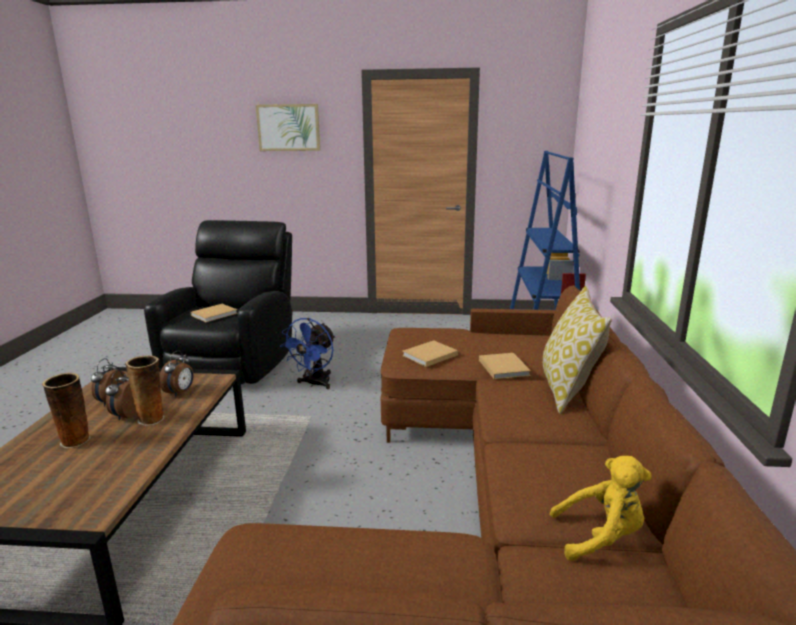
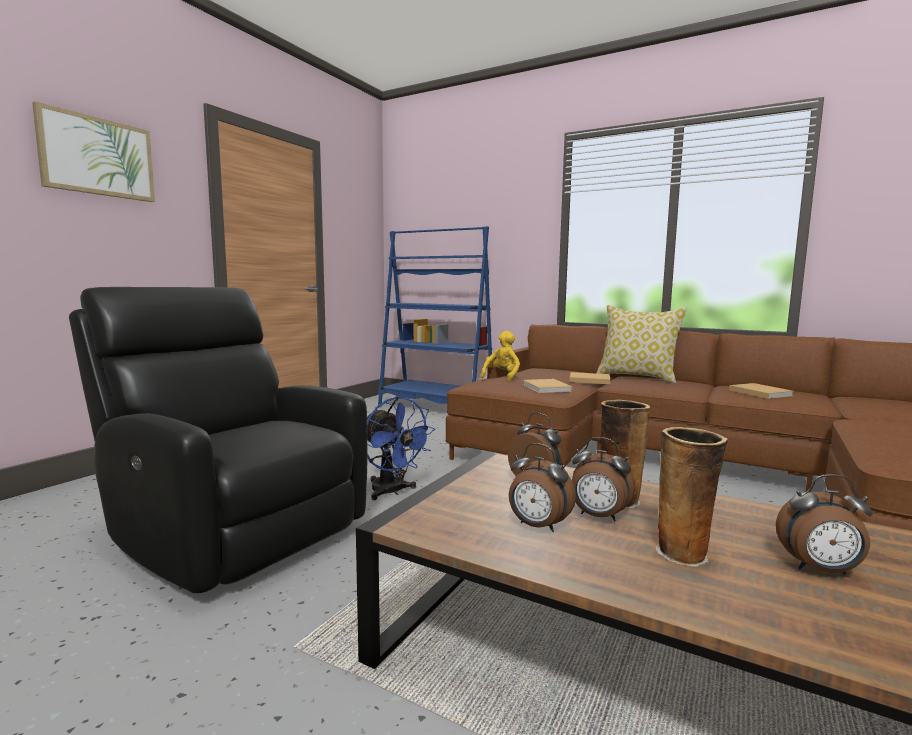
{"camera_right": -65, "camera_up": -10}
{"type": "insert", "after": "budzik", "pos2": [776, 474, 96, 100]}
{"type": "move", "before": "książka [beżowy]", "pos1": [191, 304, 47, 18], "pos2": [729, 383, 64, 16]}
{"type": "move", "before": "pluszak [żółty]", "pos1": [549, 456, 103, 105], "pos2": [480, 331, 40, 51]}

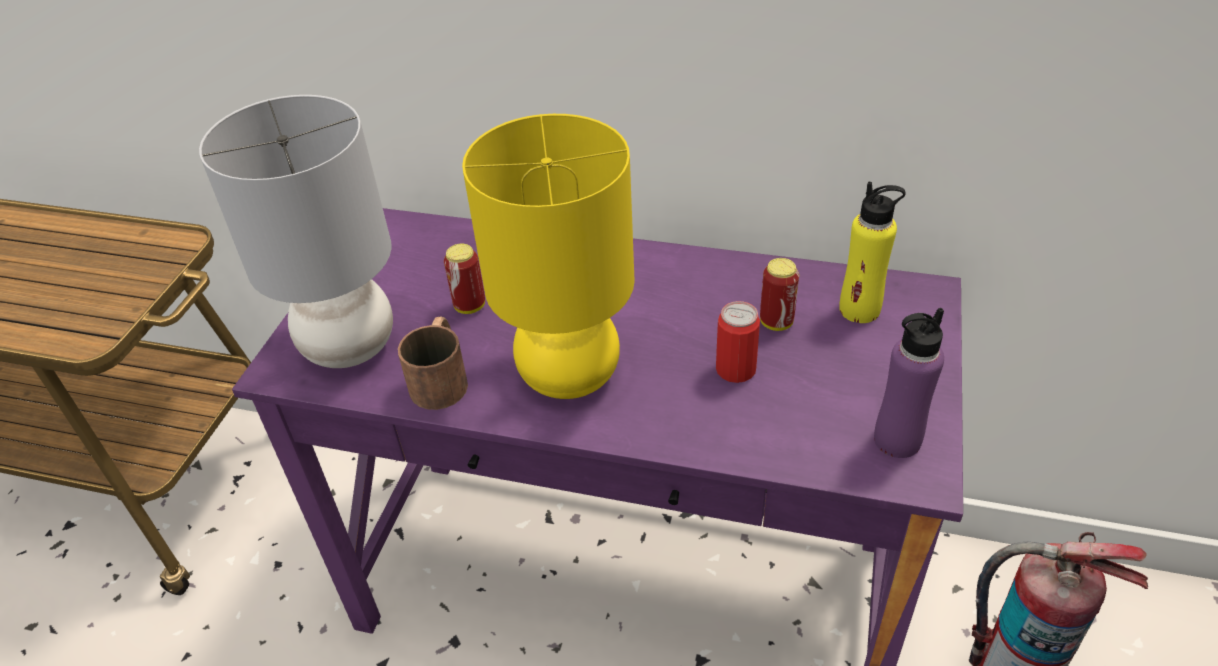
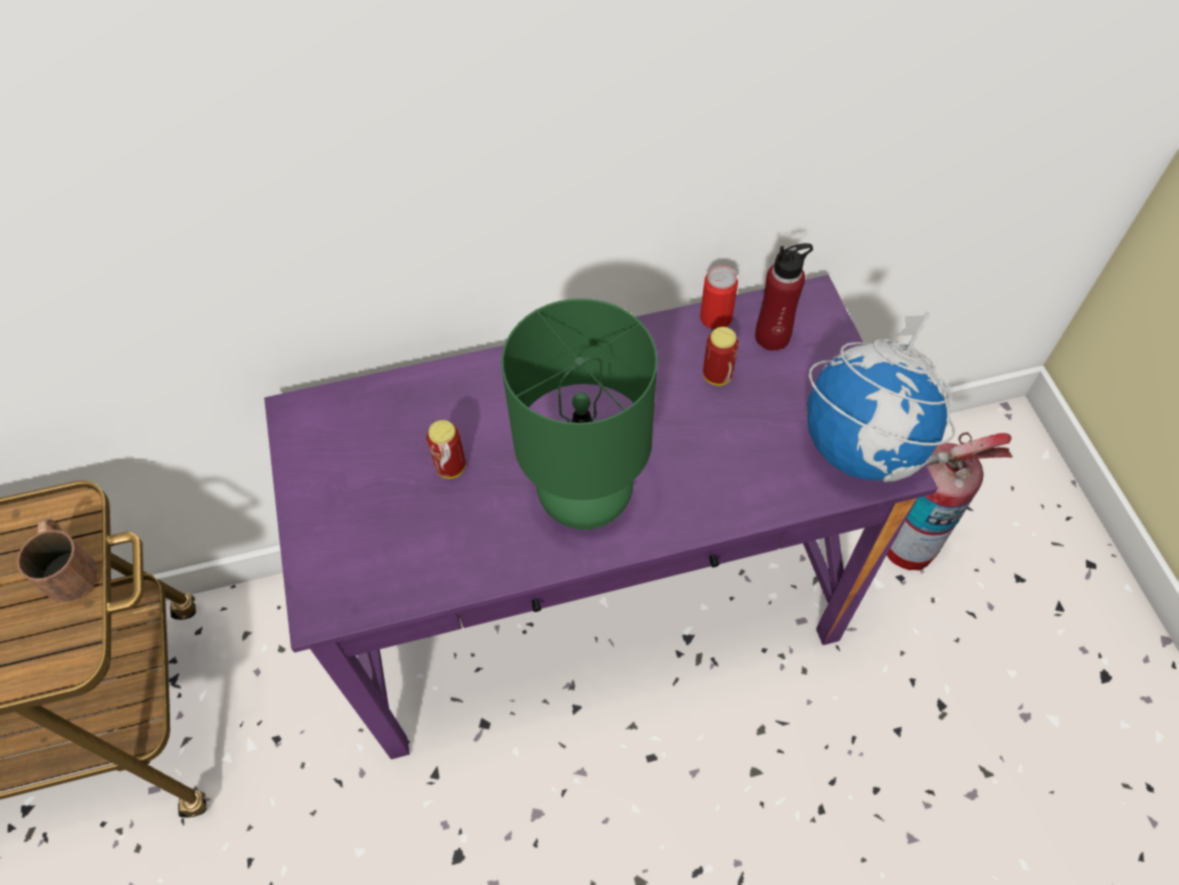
{"camera_right": -30, "camera_up": 15}
{"type": "delete", "before": "lampa stołowa [szary]", "pos1": [199, 95, 194, 273]}
{"type": "move", "before": "kubek [brązowy]", "pos1": [398, 316, 70, 94], "pos2": [17, 519, 81, 83]}
{"type": "move", "before": "puszka", "pos1": [716, 301, 44, 82], "pos2": [700, 265, 38, 64]}
{"type": "replace", "before": "butelka [fioletowy]", "after": "globus", "pos1": [874, 308, 70, 150], "pos2": [807, 311, 148, 171]}
{"type": "recolor", "before": "lampa stołowa [żółty]", "after": "lampa stołowa [zielony]", "pos1": [462, 114, 173, 285], "pos2": [501, 298, 156, 232]}
{"type": "recolor", "before": "butelka [żółty]", "after": "butelka [czerwony]", "pos1": [839, 182, 67, 141], "pos2": [755, 243, 58, 108]}

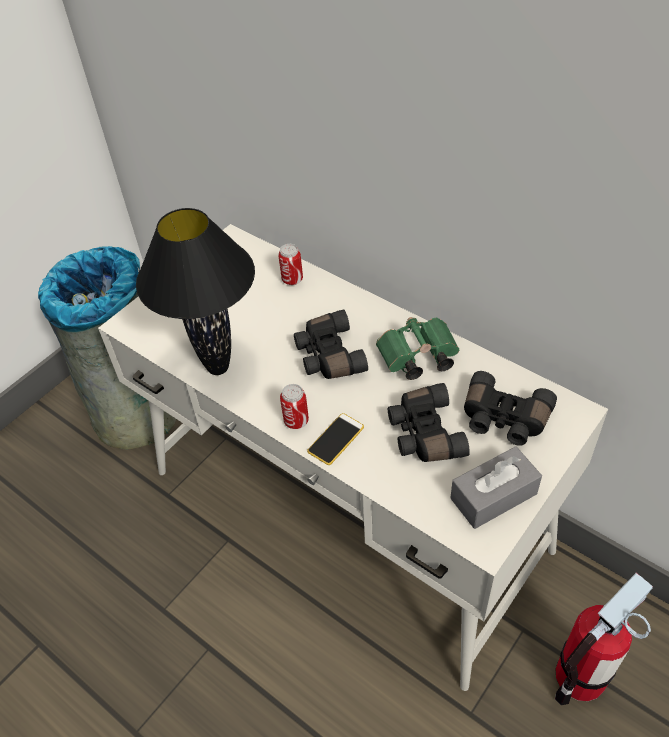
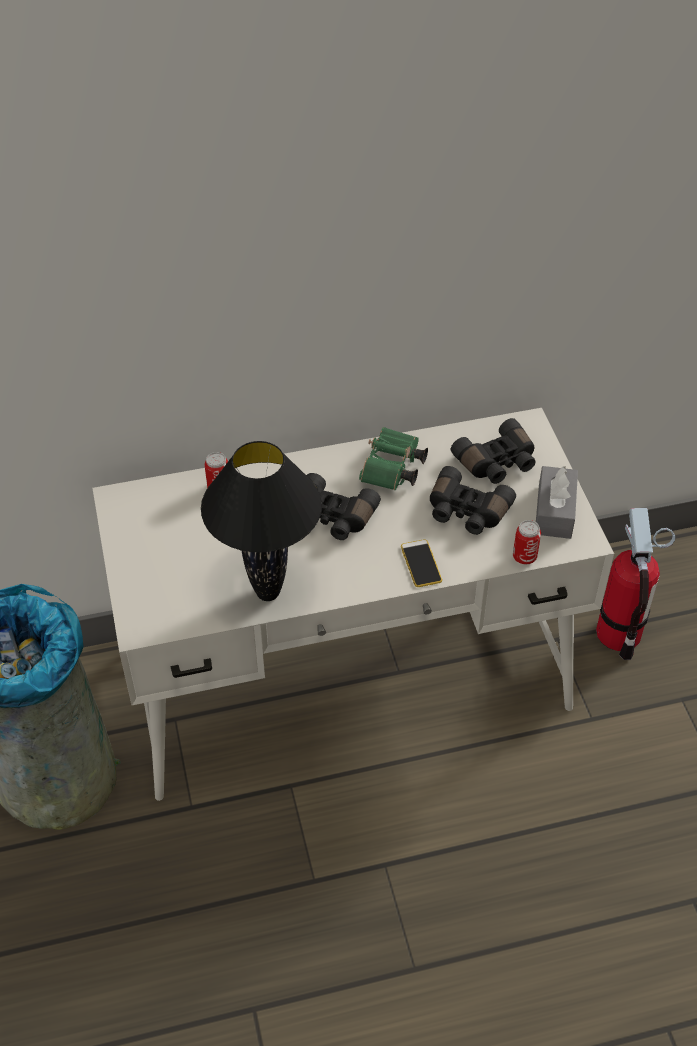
{"camera_right": -55, "camera_up": 0}
{"type": "move", "before": "puszka", "pos1": [280, 384, 29, 45], "pos2": [513, 520, 28, 45]}

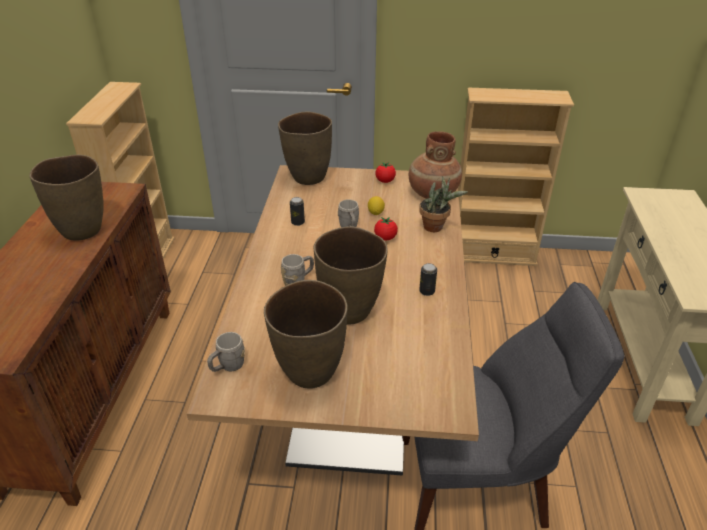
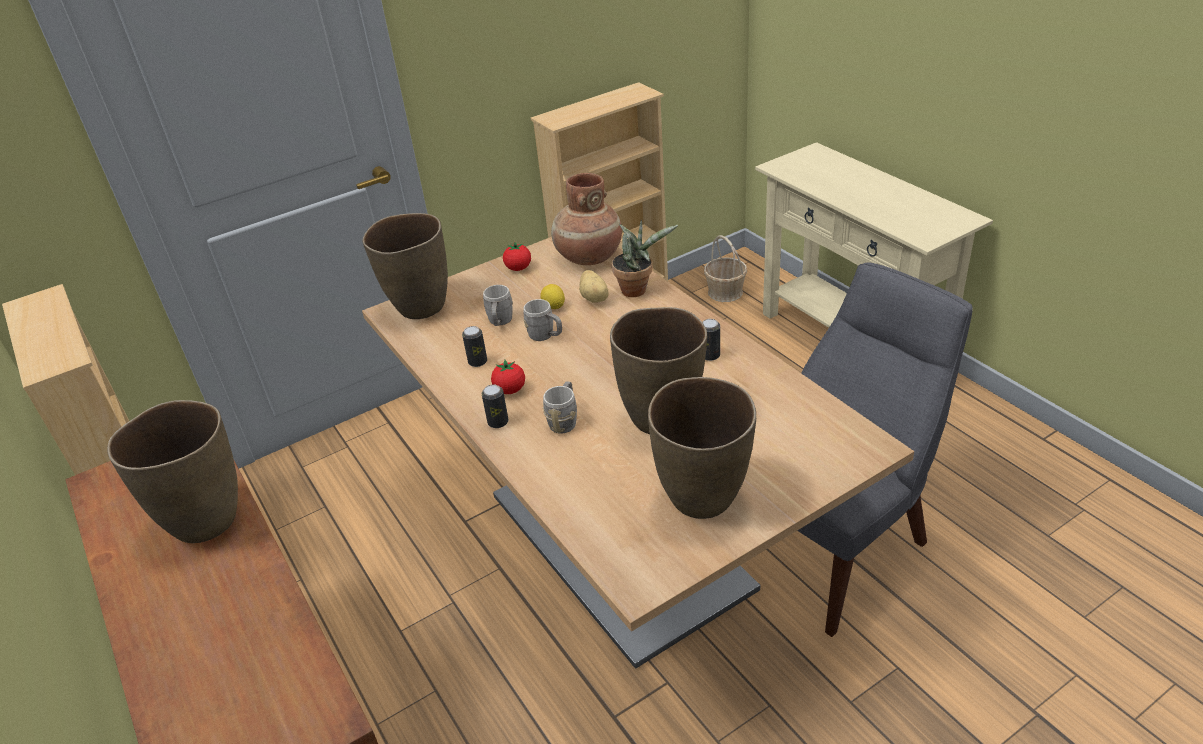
{"camera_right": -35, "camera_up": 0}
{"type": "insert", "after": "puszka", "pos2": [482, 384, 27, 44]}
{"type": "insert", "after": "ziemniak", "pos2": [579, 270, 30, 33]}
{"type": "insert", "after": "koszyk", "pos2": [704, 235, 43, 67]}
{"type": "move", "before": "kubek [szary]", "pos1": [207, 332, 38, 40], "pos2": [483, 285, 30, 41]}
{"type": "move", "before": "pomidor", "pos1": [374, 217, 24, 24], "pos2": [491, 360, 34, 34]}

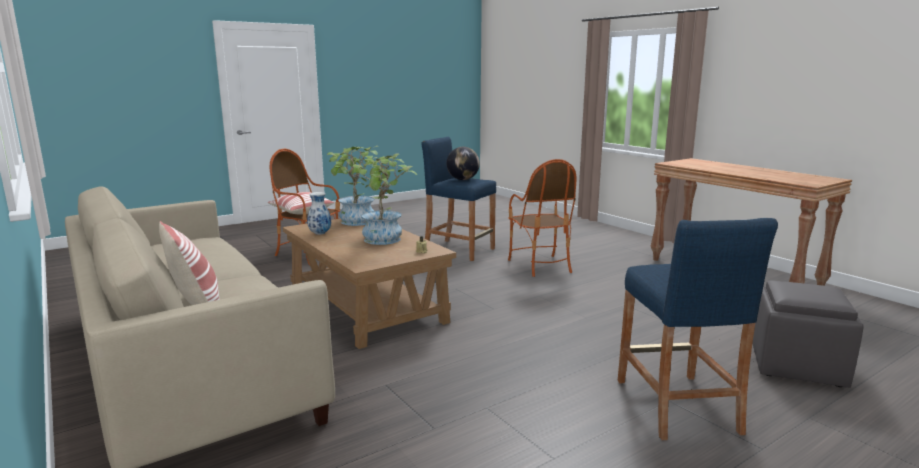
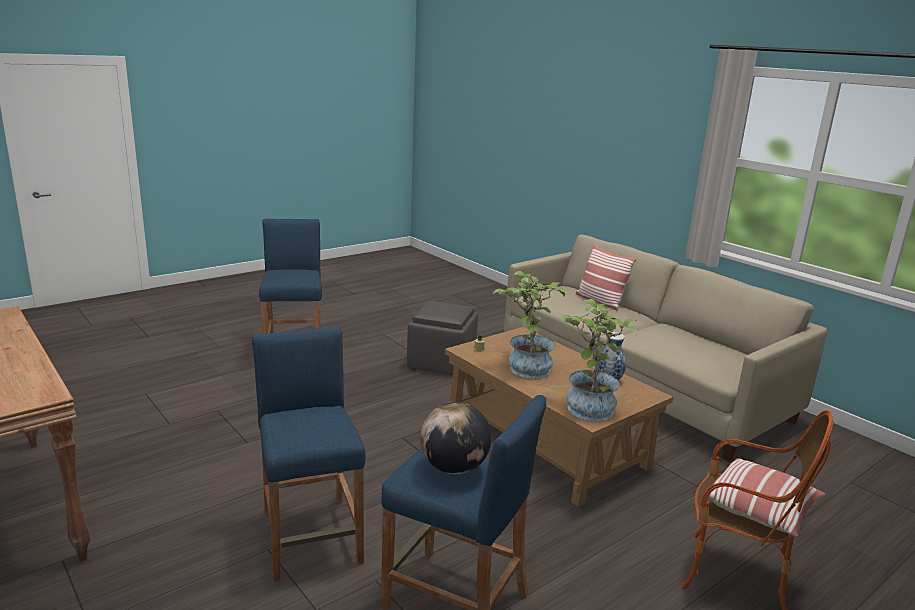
{"camera_right": 175, "camera_up": 5}
{"type": "move", "before": "pufa [szary]", "pos1": [752, 280, 112, 108], "pos2": [407, 301, 71, 75]}
{"type": "replace", "before": "fotel", "after": "stołek [niebieski]", "pos1": [508, 159, 69, 118], "pos2": [252, 327, 114, 255]}

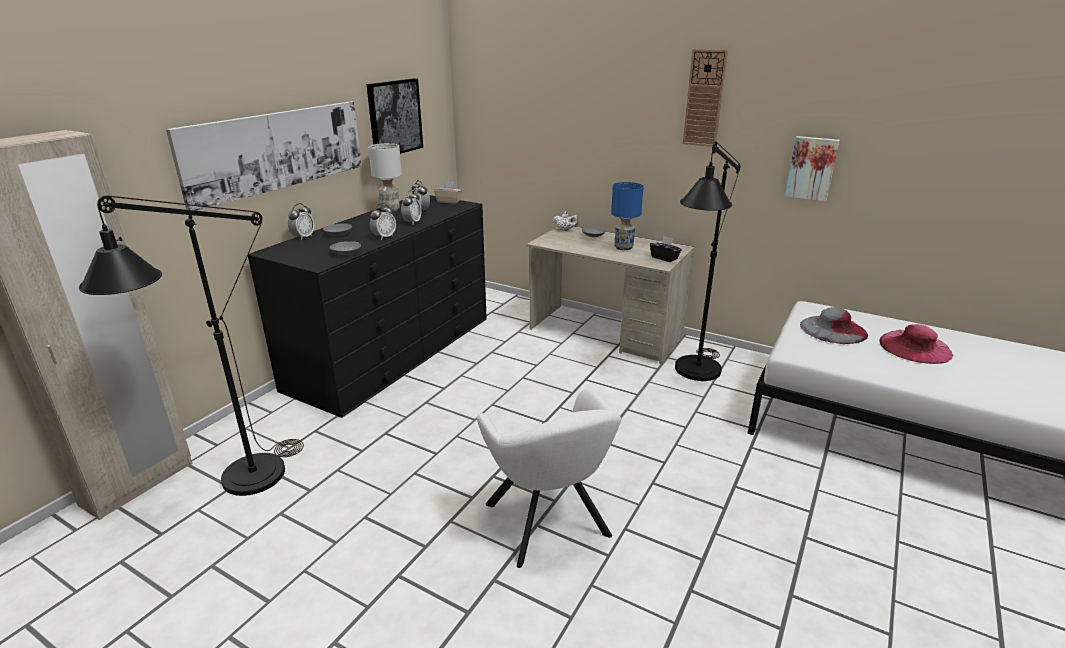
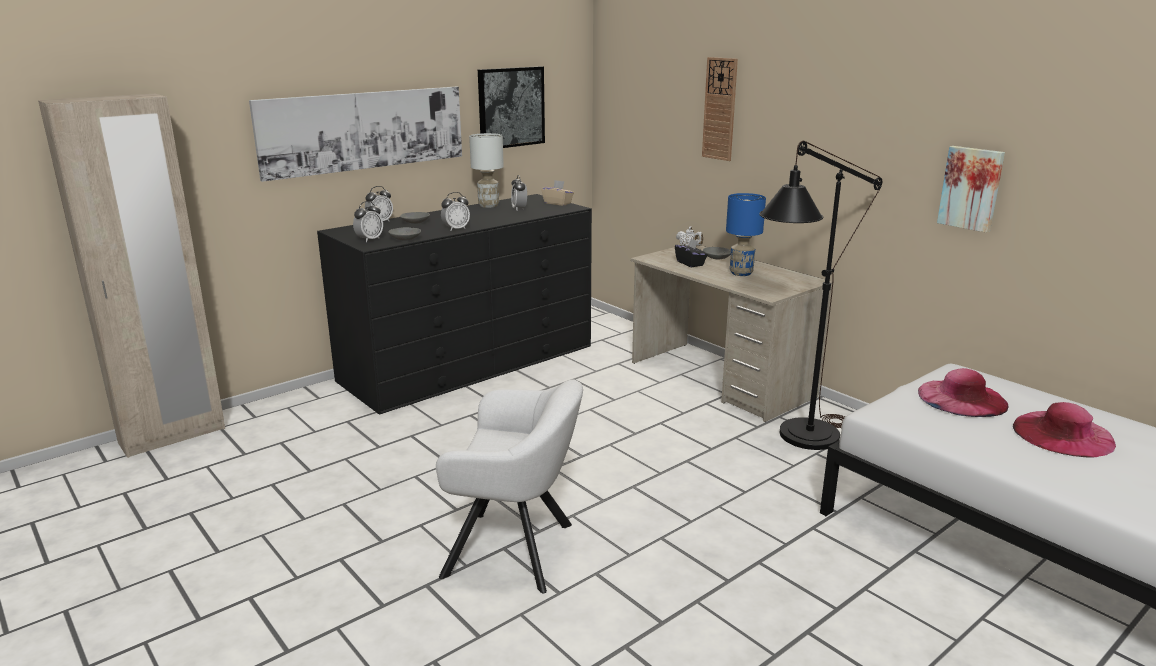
{"camera_right": 20, "camera_up": -5}
{"type": "delete", "before": "lampa stojąca [czarny]", "pos1": [79, 195, 225, 301]}
{"type": "move", "before": "budzik", "pos1": [401, 190, 20, 34], "pos2": [353, 201, 30, 41]}
{"type": "move", "before": "pudełko chusteczek [czarny]", "pos1": [650, 236, 32, 26], "pos2": [675, 238, 32, 29]}
{"type": "move", "before": "zegar ścienny", "pos1": [683, 49, 45, 98], "pos2": [702, 57, 36, 104]}
{"type": "recolor", "before": "kapelusz [szary]", "after": "kapelusz [różowy]", "pos1": [800, 307, 68, 37], "pos2": [918, 368, 91, 49]}
{"type": "rotate", "before": "fotel [biały]", "pos1": [477, 388, 144, 180], "pos2": [436, 379, 147, 214], "turn": -75}

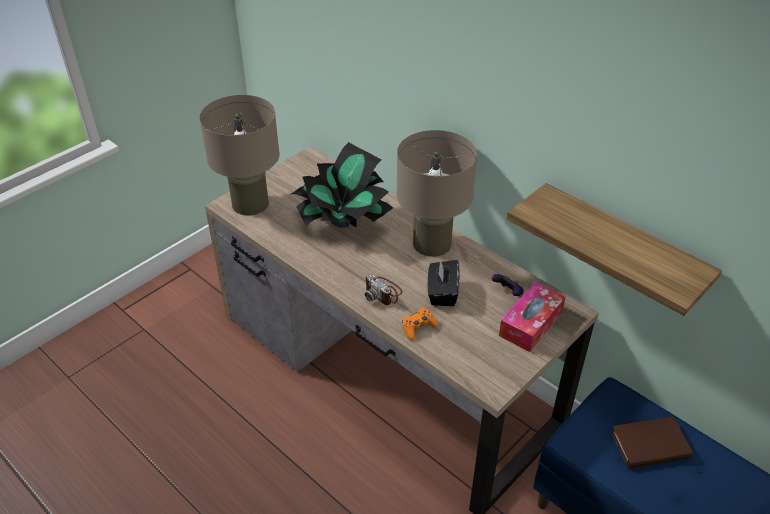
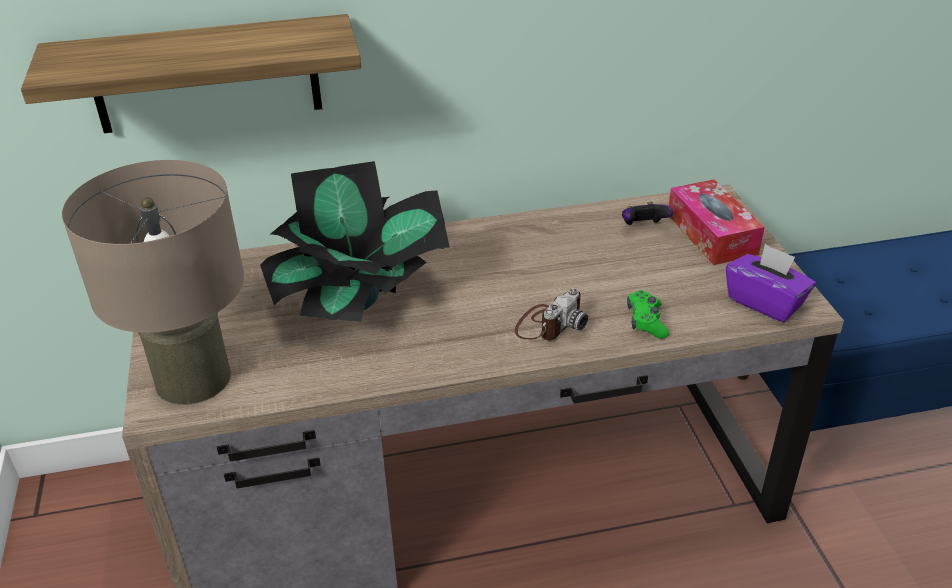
{"camera_right": -55, "camera_up": -5}
{"type": "delete", "before": "lampa stołowa [beżowy]", "pos1": [396, 130, 81, 127]}
{"type": "delete", "before": "pudełko chusteczek [czarny]", "pos1": [428, 259, 31, 47]}
{"type": "delete", "before": "książka [brązowy]", "pos1": [611, 416, 82, 53]}
{"type": "insert", "after": "pudełko chusteczek [fioletowy]", "pos2": [726, 244, 90, 78]}
{"type": "move", "before": "półka", "pos1": [507, 183, 215, 133], "pos2": [21, 14, 340, 119]}
{"type": "recolor", "before": "pad do gier [pomarańczowy]", "after": "pad do gier [zielony]", "pos1": [402, 308, 36, 32], "pos2": [627, 290, 42, 49]}
{"type": "rotate", "before": "aparat fotograficzny", "pos1": [365, 274, 37, 31], "pos2": [515, 288, 73, 53], "turn": -45}

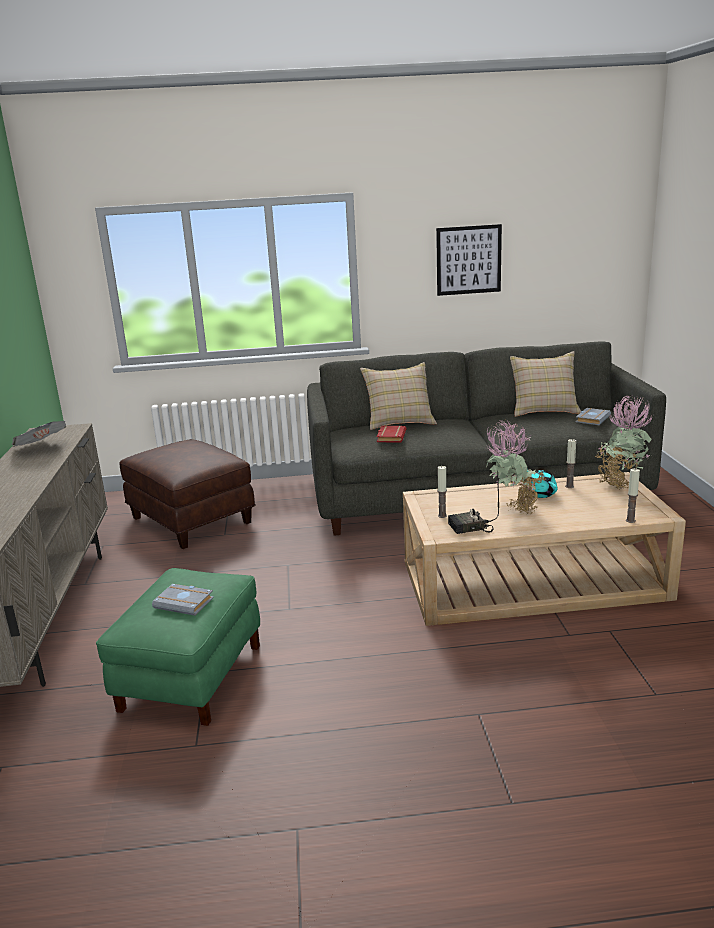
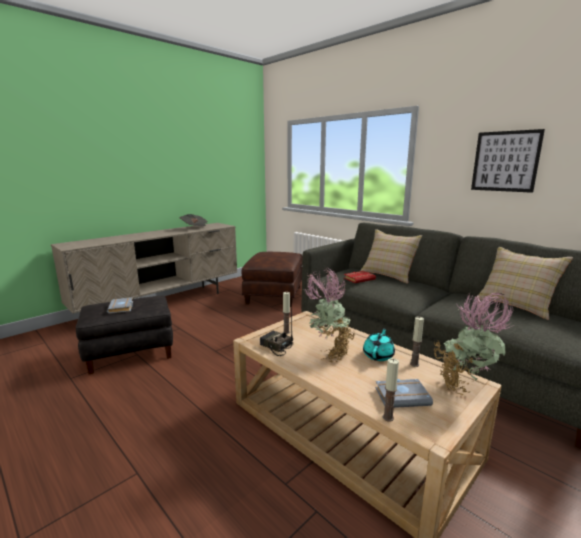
{"camera_right": 50, "camera_up": -5}
{"type": "move", "before": "książka [szary]", "pos1": [576, 408, 35, 17], "pos2": [375, 379, 58, 29]}
{"type": "recolor", "before": "pufa [zielony]", "after": "pufa [czarny]", "pos1": [96, 568, 164, 158], "pos2": [76, 296, 97, 78]}

